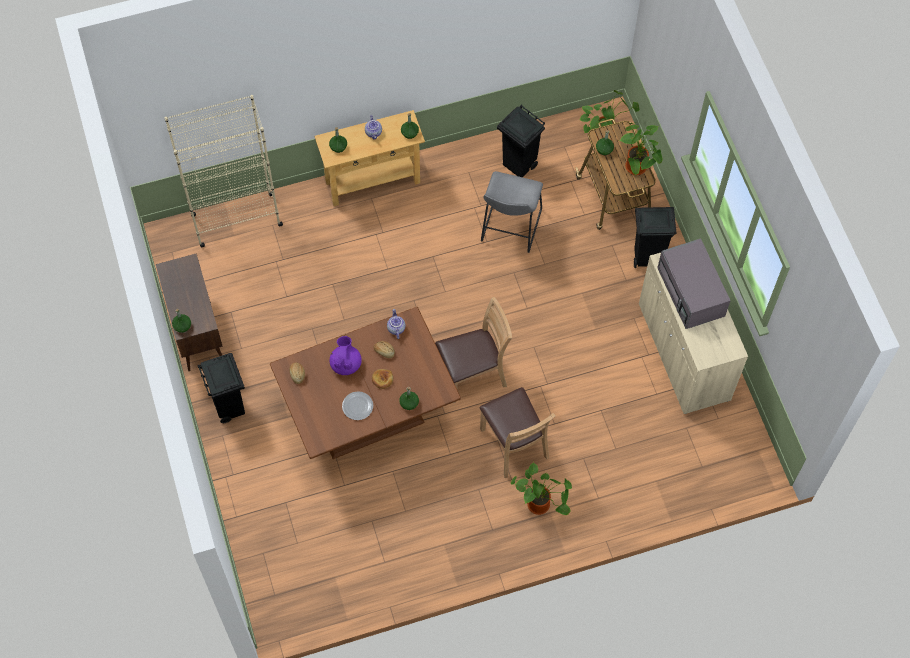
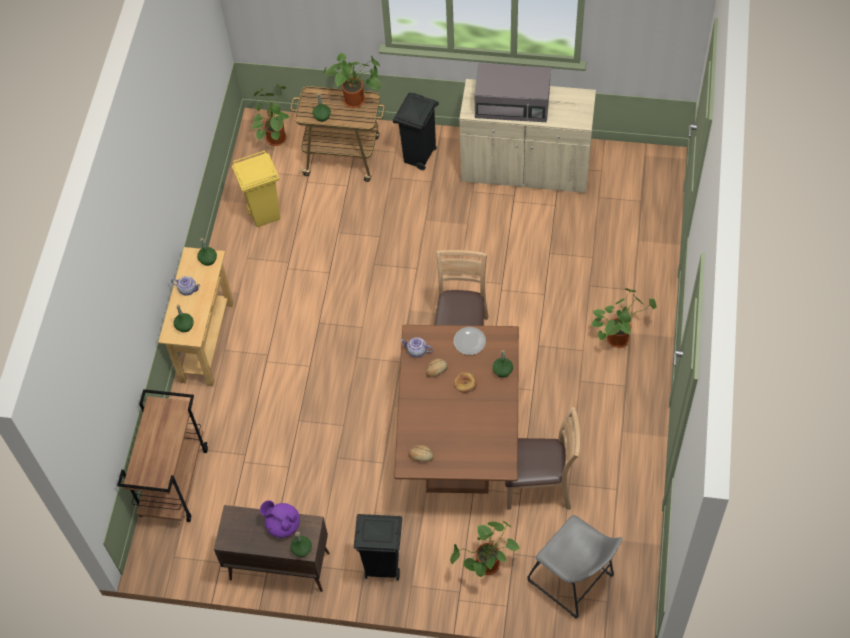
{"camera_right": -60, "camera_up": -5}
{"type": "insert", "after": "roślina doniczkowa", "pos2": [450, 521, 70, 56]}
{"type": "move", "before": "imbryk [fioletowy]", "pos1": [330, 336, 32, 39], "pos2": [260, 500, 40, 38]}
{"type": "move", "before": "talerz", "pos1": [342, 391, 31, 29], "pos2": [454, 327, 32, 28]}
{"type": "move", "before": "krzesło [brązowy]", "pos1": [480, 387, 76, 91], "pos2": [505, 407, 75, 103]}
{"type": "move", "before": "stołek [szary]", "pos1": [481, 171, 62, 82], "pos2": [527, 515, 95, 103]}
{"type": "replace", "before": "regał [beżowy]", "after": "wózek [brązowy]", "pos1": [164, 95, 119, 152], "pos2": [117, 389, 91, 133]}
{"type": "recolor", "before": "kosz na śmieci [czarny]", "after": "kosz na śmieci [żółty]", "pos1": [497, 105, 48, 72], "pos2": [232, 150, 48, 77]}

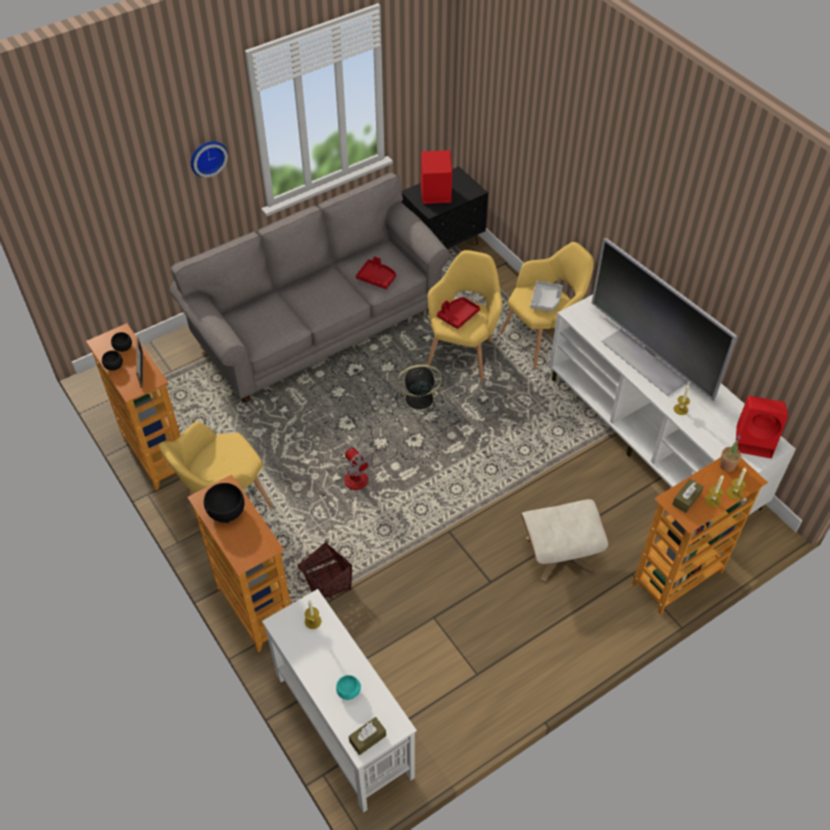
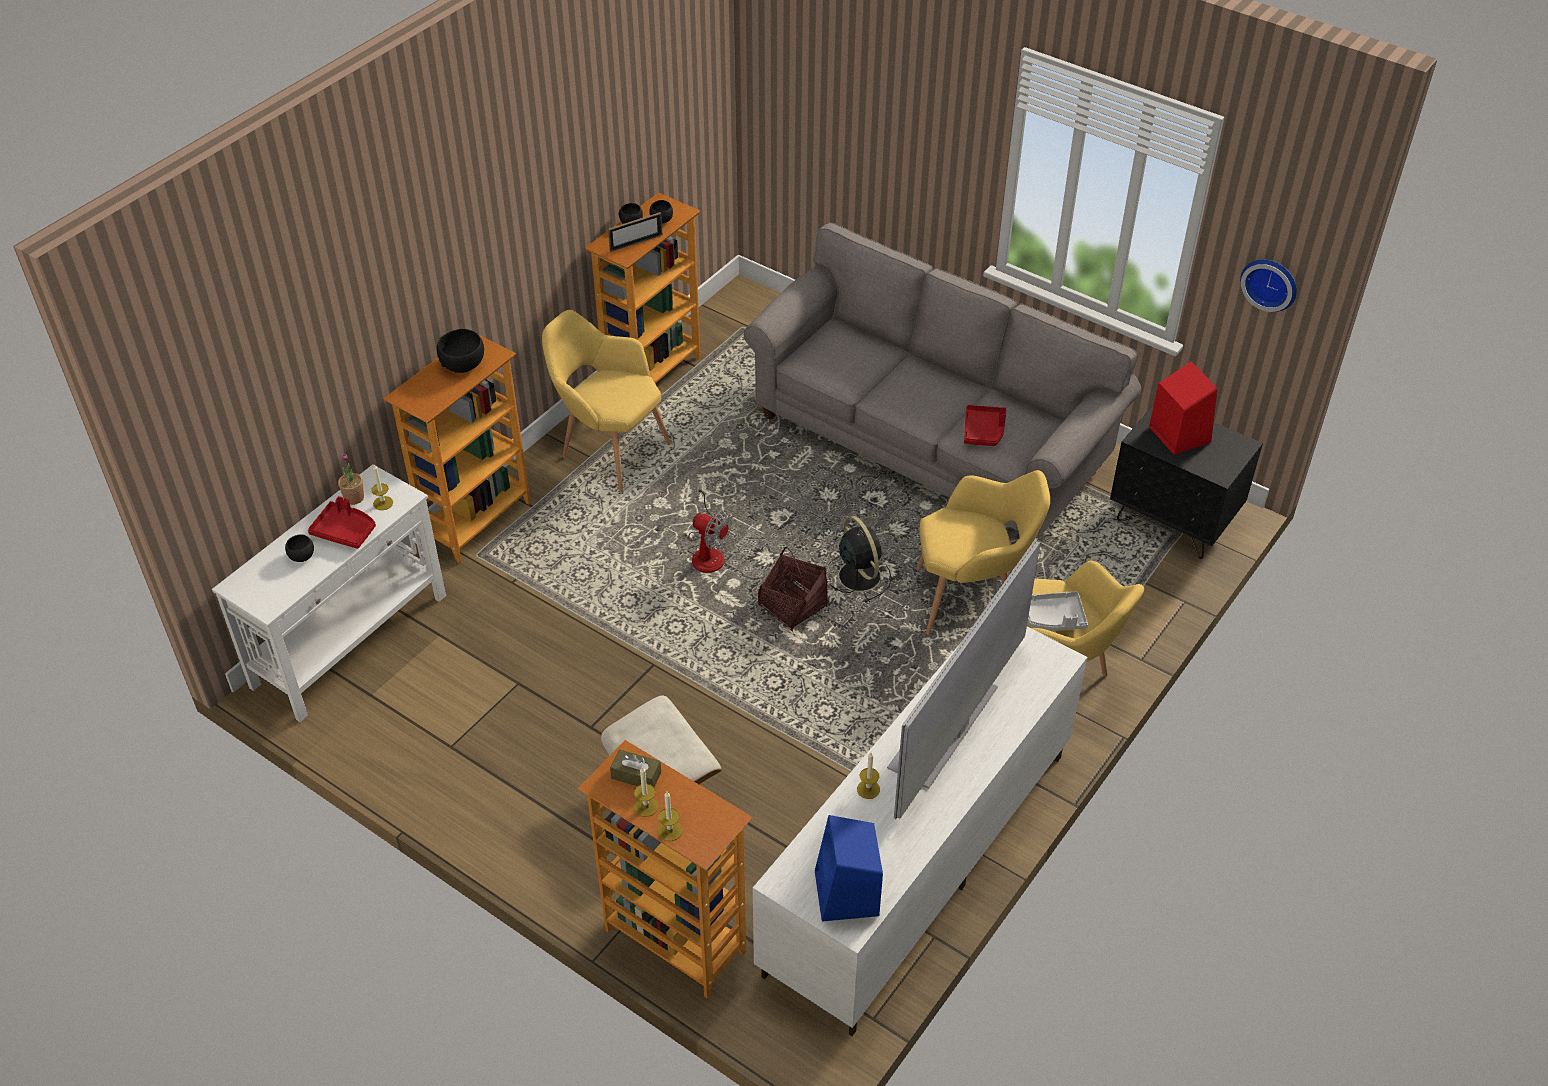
{"camera_right": 70, "camera_up": -5}
{"type": "delete", "before": "pudełko chusteczek [brązowy]", "pos1": [349, 717, 37, 38]}
{"type": "move", "before": "zegar ścienny", "pos1": [191, 141, 37, 36], "pos2": [1240, 259, 57, 53]}
{"type": "move", "before": "koszyk", "pos1": [298, 541, 54, 58], "pos2": [758, 547, 70, 85]}
{"type": "move", "before": "taca [czerwony]", "pos1": [437, 297, 43, 32], "pos2": [308, 496, 68, 53]}
{"type": "move", "before": "roślina doniczkowa", "pos1": [719, 435, 22, 37], "pos2": [338, 454, 26, 51]}
{"type": "recolor", "before": "miska [turkusowy]", "after": "miska [czarny]", "pos1": [336, 675, 25, 25], "pos2": [285, 534, 29, 28]}
{"type": "recolor", "before": "głośnik [czerwony]", "after": "głośnik [niebieski]", "pos1": [736, 396, 52, 62], "pos2": [815, 815, 68, 107]}
{"type": "rotate", "before": "wentylator", "pos1": [344, 421, 31, 69], "pos2": [687, 483, 45, 90], "turn": -90}

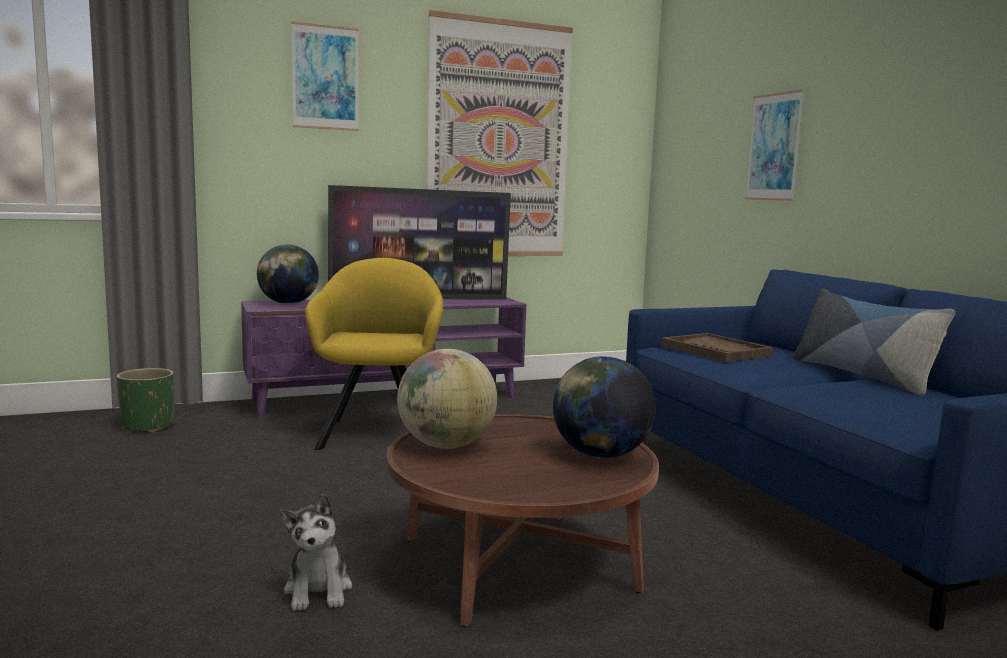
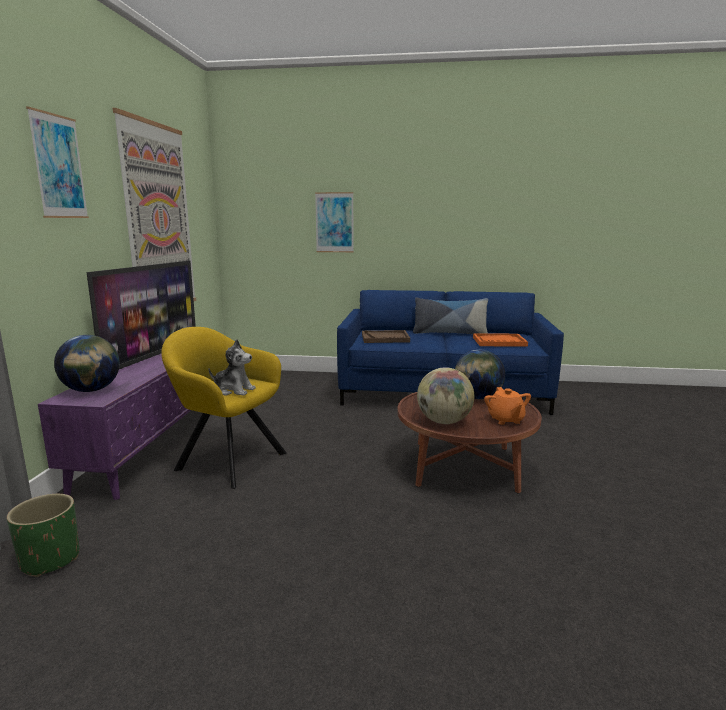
{"camera_right": -60, "camera_up": 5}
{"type": "insert", "after": "taca [pomarańczowy]", "pos2": [473, 333, 55, 14]}
{"type": "insert", "after": "imbryk [pomarańczowy]", "pos2": [484, 387, 47, 38]}
{"type": "move", "before": "pluszak", "pos1": [281, 494, 71, 117], "pos2": [209, 339, 47, 57]}

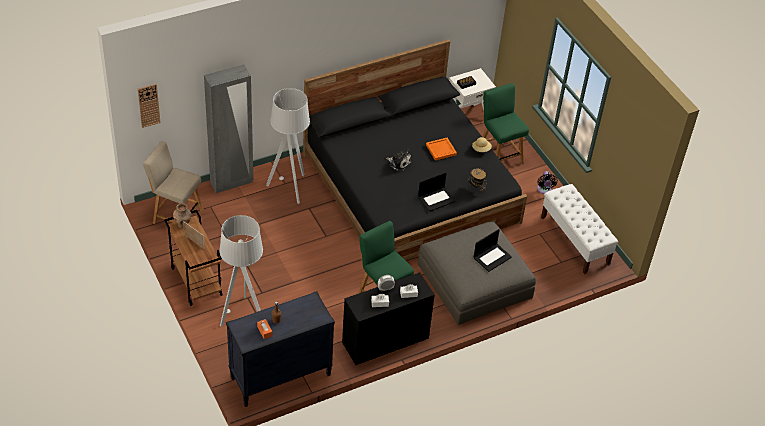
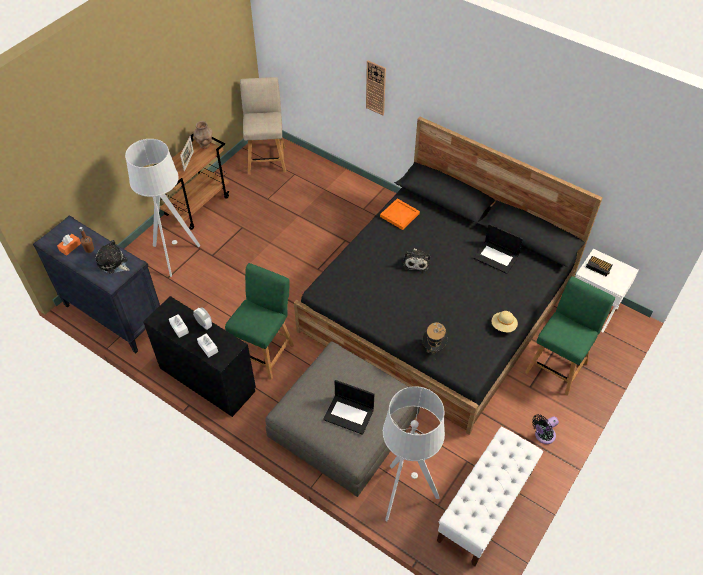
{"camera_right": 65, "camera_up": 5}
{"type": "delete", "before": "szafa [szary]", "pos1": [204, 64, 50, 130]}
{"type": "insert", "after": "pluszak", "pos2": [96, 240, 34, 34]}
{"type": "move", "before": "zegar ścienny", "pos1": [138, 84, 22, 44], "pos2": [366, 61, 20, 54]}
{"type": "move", "before": "lampa stojąca [szary]", "pos1": [266, 88, 44, 116], "pos2": [383, 386, 62, 135]}
{"type": "move", "before": "laptop", "pos1": [418, 172, 38, 40], "pos2": [473, 224, 50, 50]}
{"type": "move", "before": "taca [pomarańczowy]", "pos1": [426, 138, 31, 23], "pos2": [380, 198, 40, 32]}

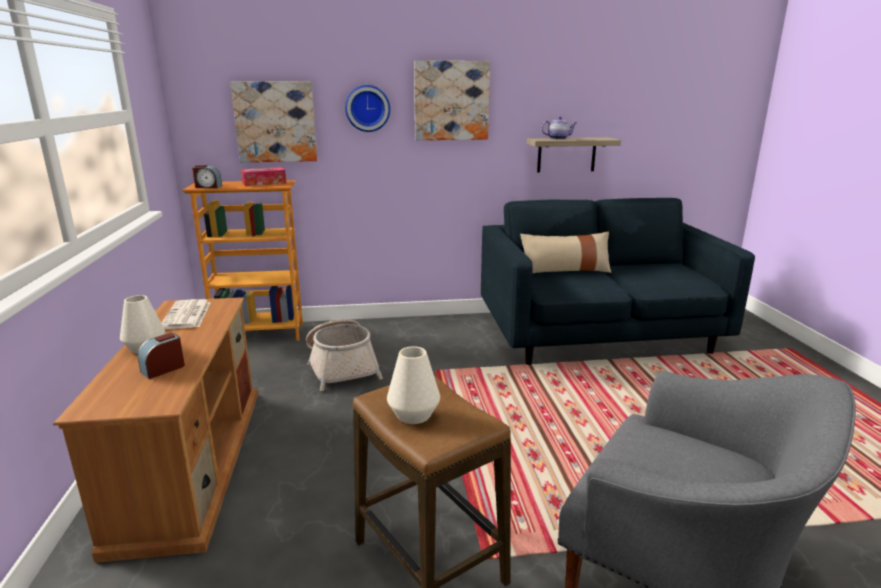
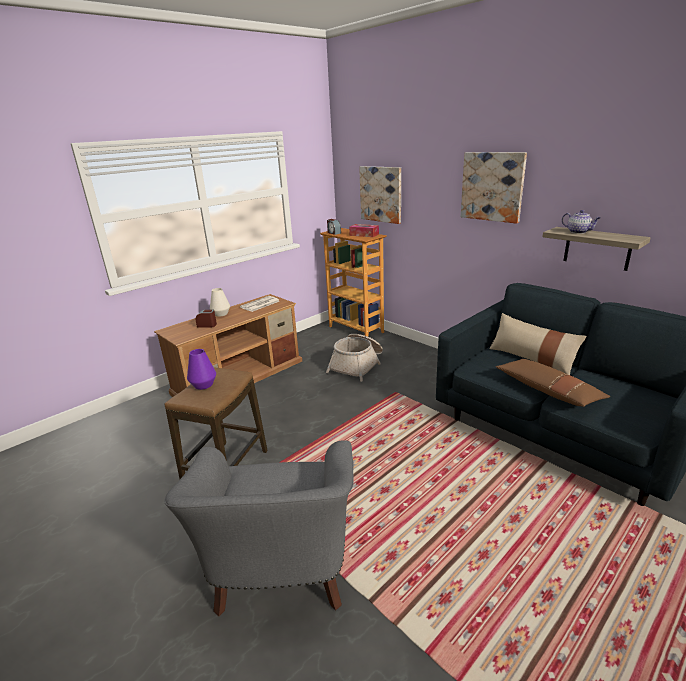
{"camera_right": 55, "camera_up": 5}
{"type": "delete", "before": "zegar ścienny", "pos1": [345, 85, 45, 47]}
{"type": "insert", "after": "poduszka [brązowy]", "pos2": [496, 359, 114, 48]}
{"type": "recolor", "before": "wazon [biały]", "after": "wazon [fioletowy]", "pos1": [387, 346, 53, 78], "pos2": [187, 349, 29, 41]}

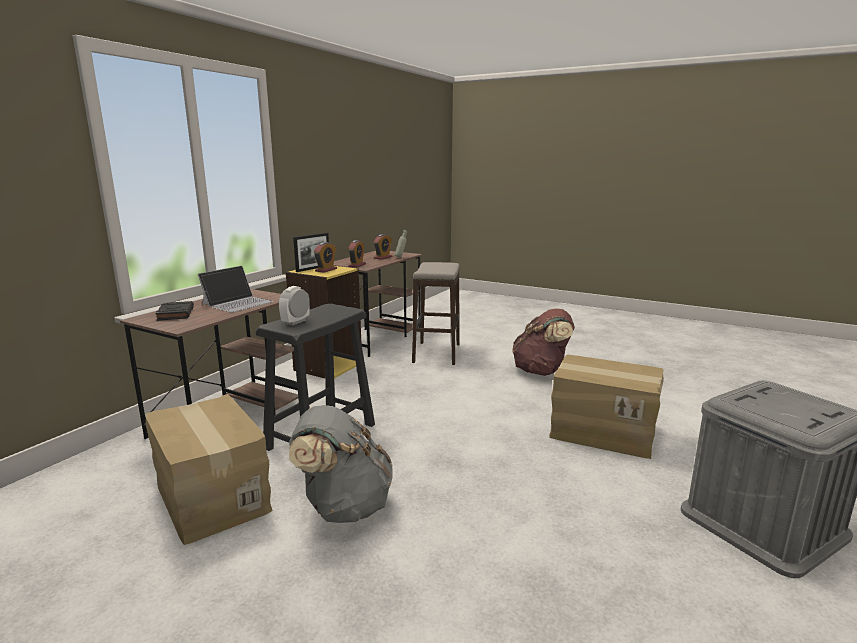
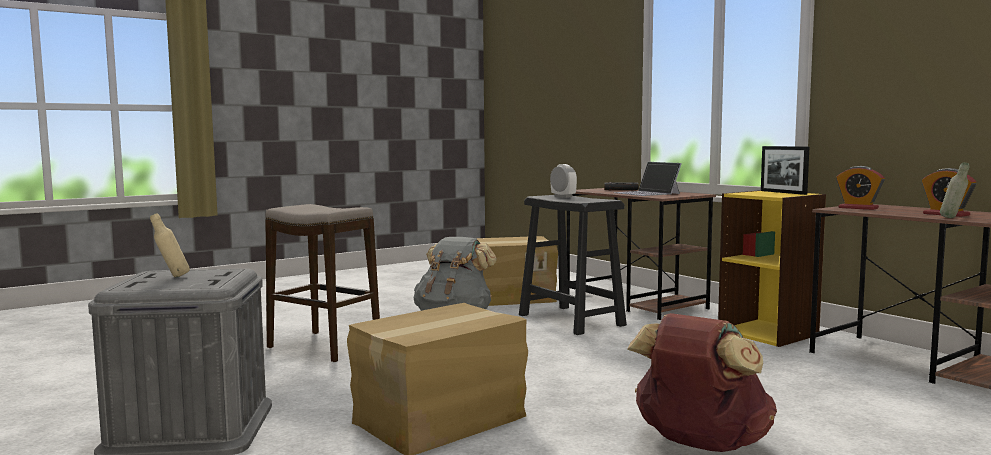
{"camera_right": 115, "camera_up": -10}
{"type": "delete", "before": "budzik", "pos1": [314, 242, 23, 31]}
{"type": "insert", "after": "butelka [beżowy]", "pos2": [150, 213, 40, 64]}
{"type": "move", "before": "stołek", "pos1": [412, 262, 48, 103], "pos2": [265, 204, 115, 158]}

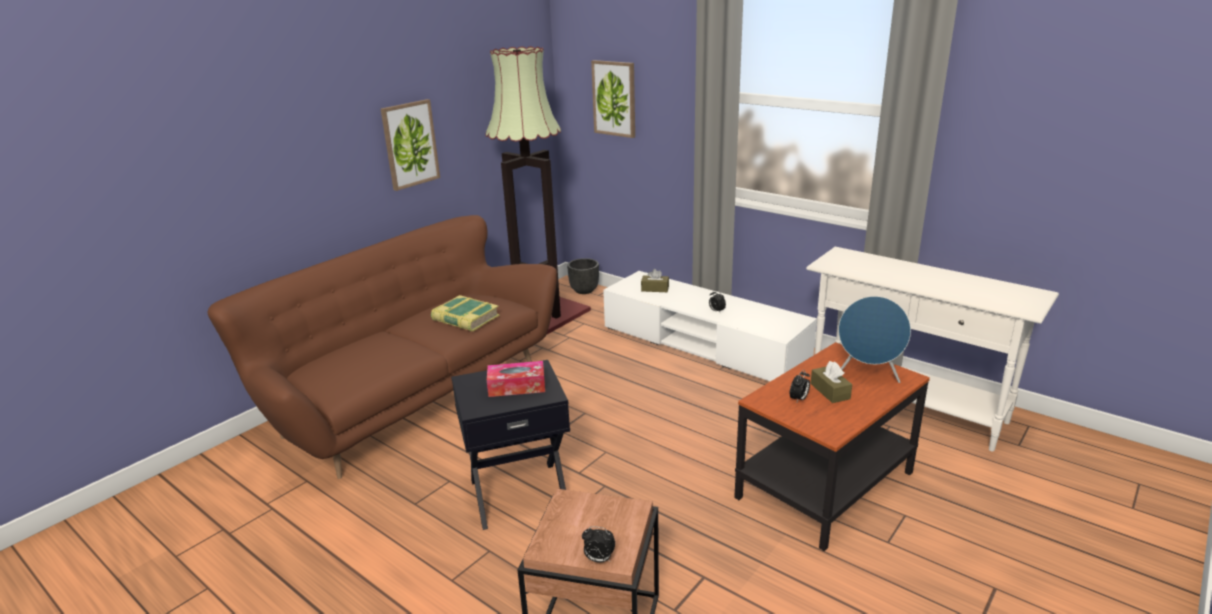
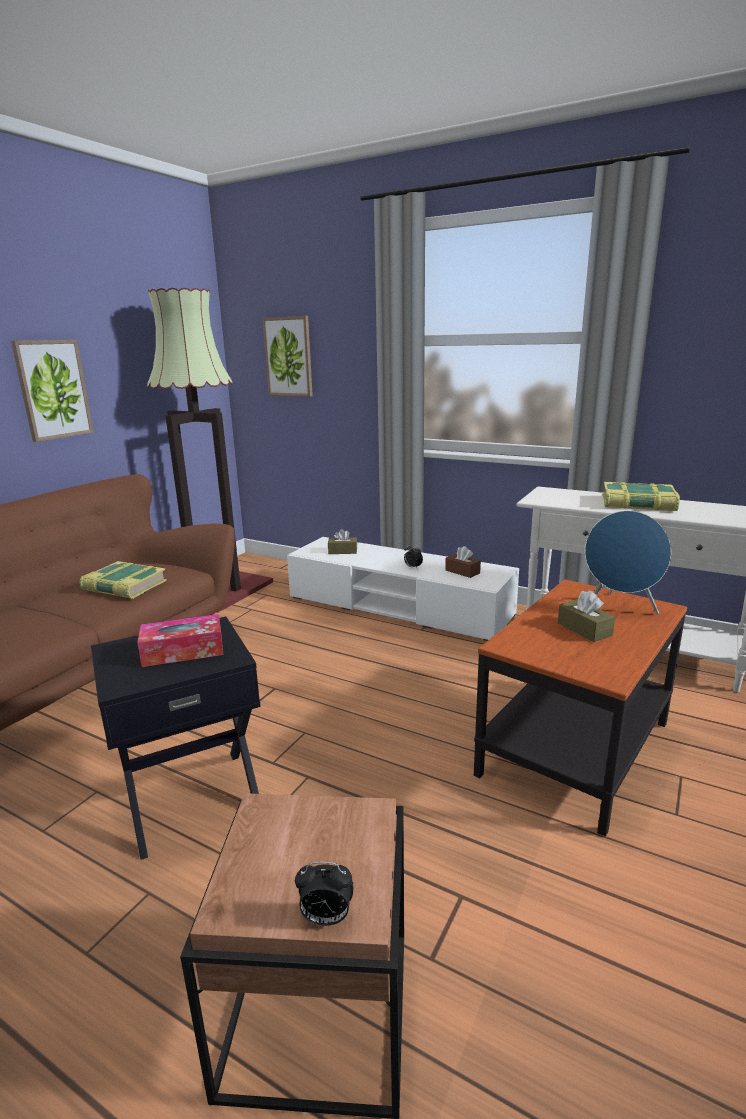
{"camera_right": -10, "camera_up": -5}
{"type": "delete", "before": "donica [czarny]", "pos1": [567, 258, 32, 36]}
{"type": "delete", "before": "budzik", "pos1": [790, 370, 20, 32]}
{"type": "insert", "after": "pudełko chusteczek [brązowy]", "pos2": [445, 546, 36, 32]}
{"type": "insert", "after": "książka", "pos2": [603, 482, 77, 29]}

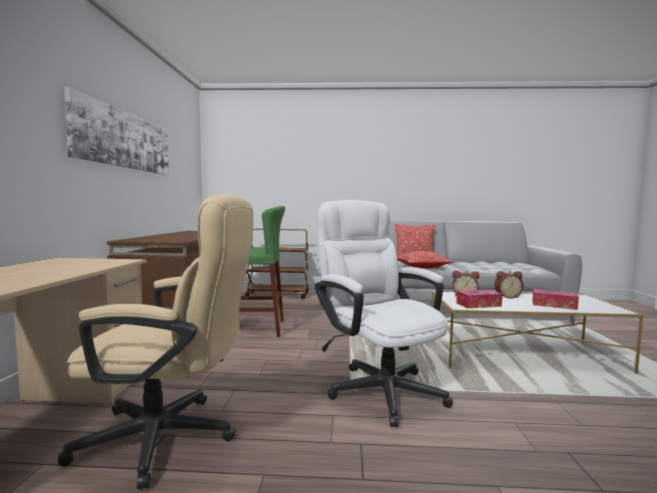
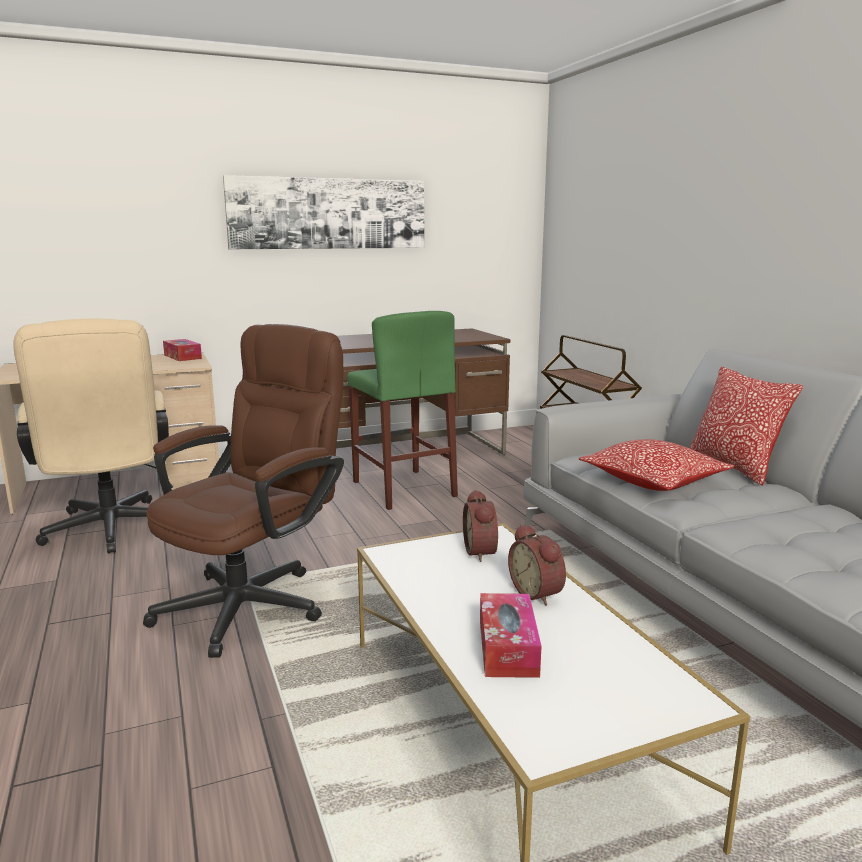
{"camera_right": 65, "camera_up": 10}
{"type": "move", "before": "pudełko chusteczek", "pos1": [456, 290, 46, 18], "pos2": [163, 339, 39, 22]}
{"type": "recolor", "before": "krzesło biurowe [biały]", "after": "krzesło biurowe [brązowy]", "pos1": [315, 200, 138, 227], "pos2": [143, 324, 201, 334]}

